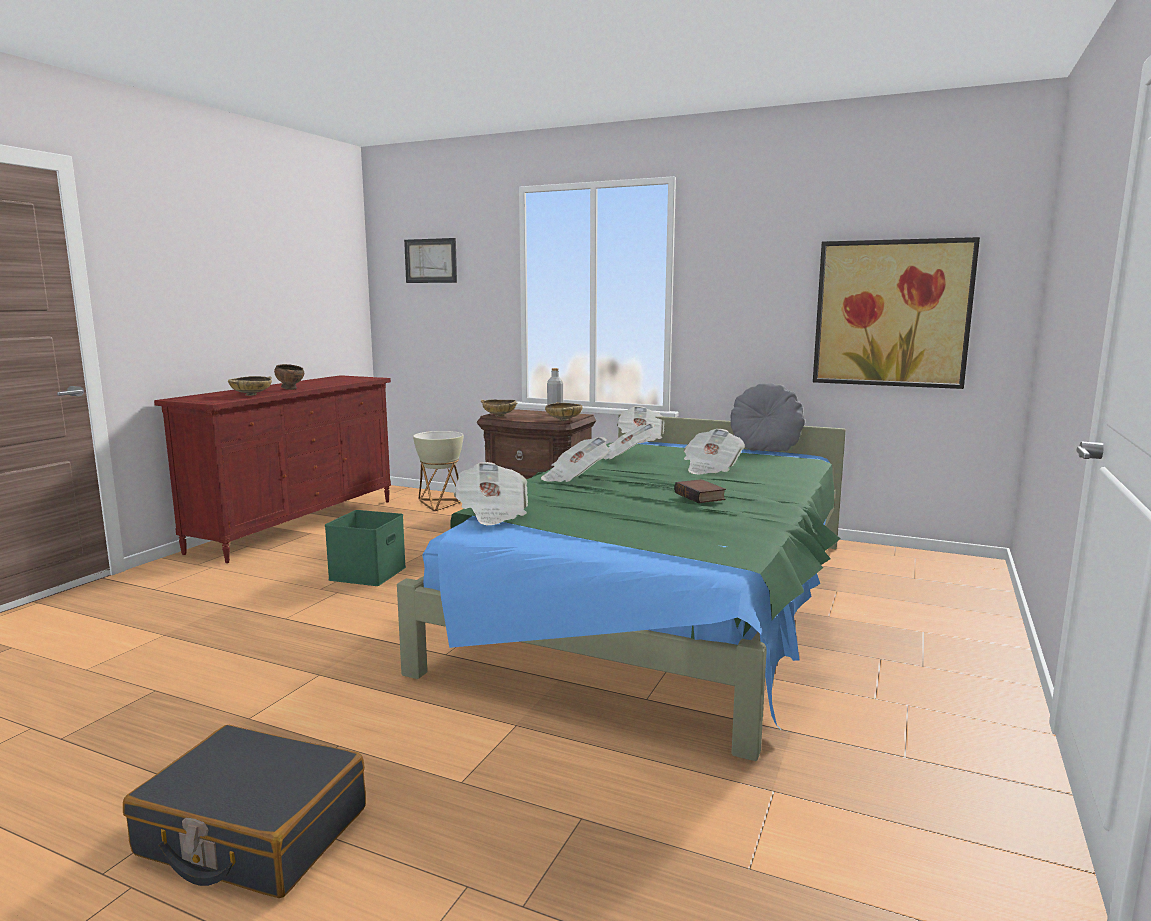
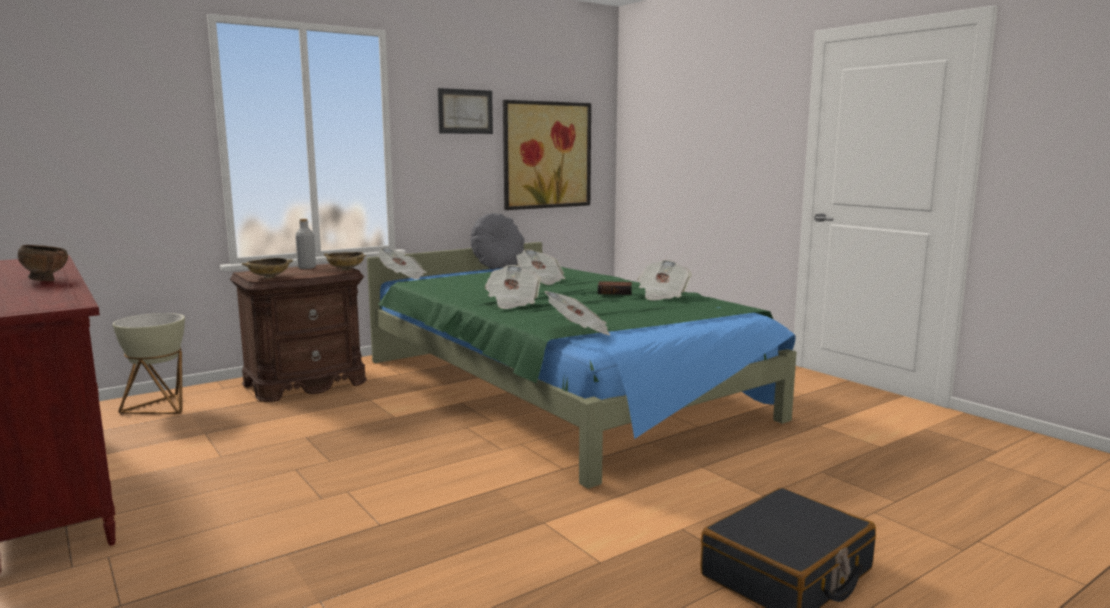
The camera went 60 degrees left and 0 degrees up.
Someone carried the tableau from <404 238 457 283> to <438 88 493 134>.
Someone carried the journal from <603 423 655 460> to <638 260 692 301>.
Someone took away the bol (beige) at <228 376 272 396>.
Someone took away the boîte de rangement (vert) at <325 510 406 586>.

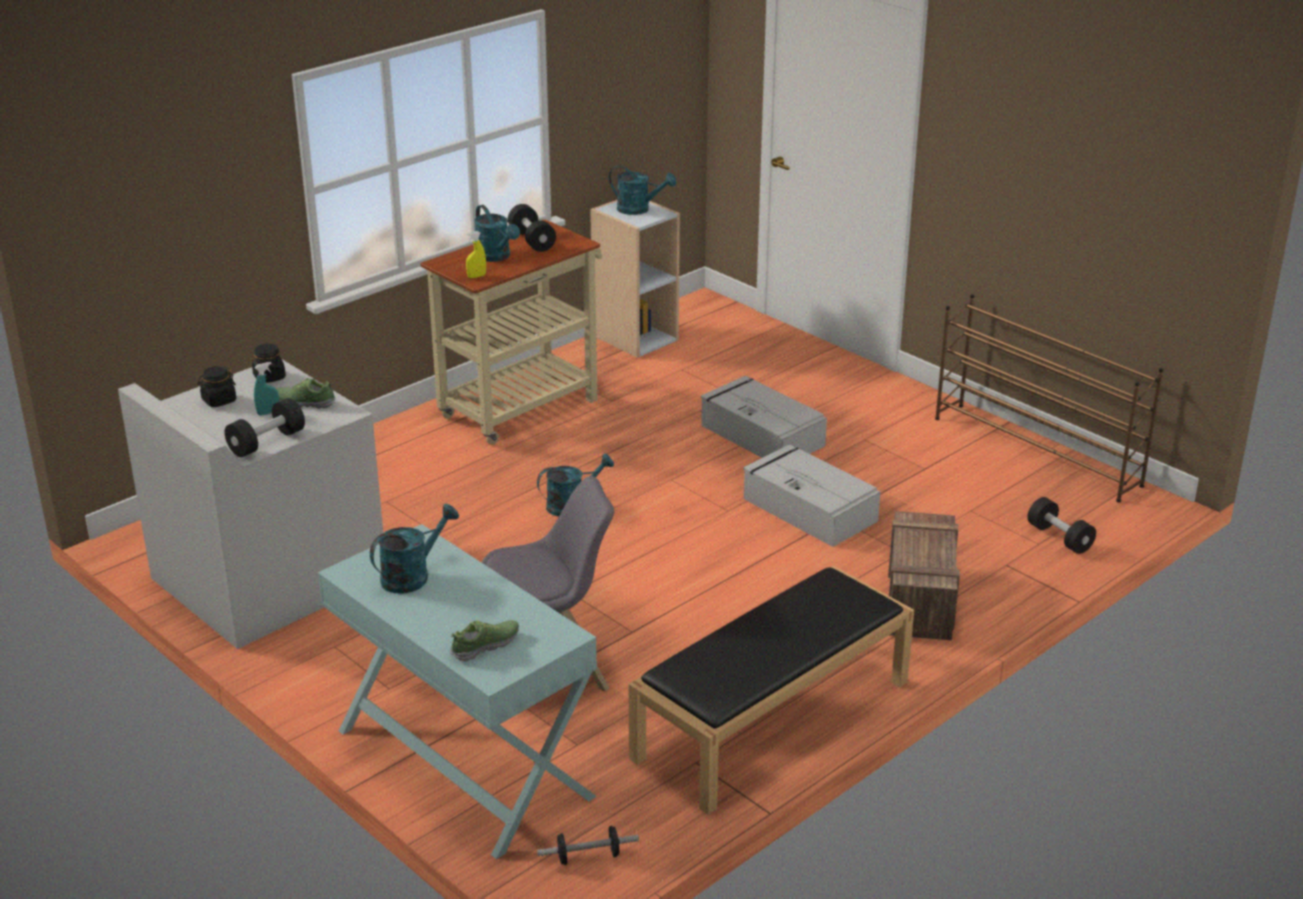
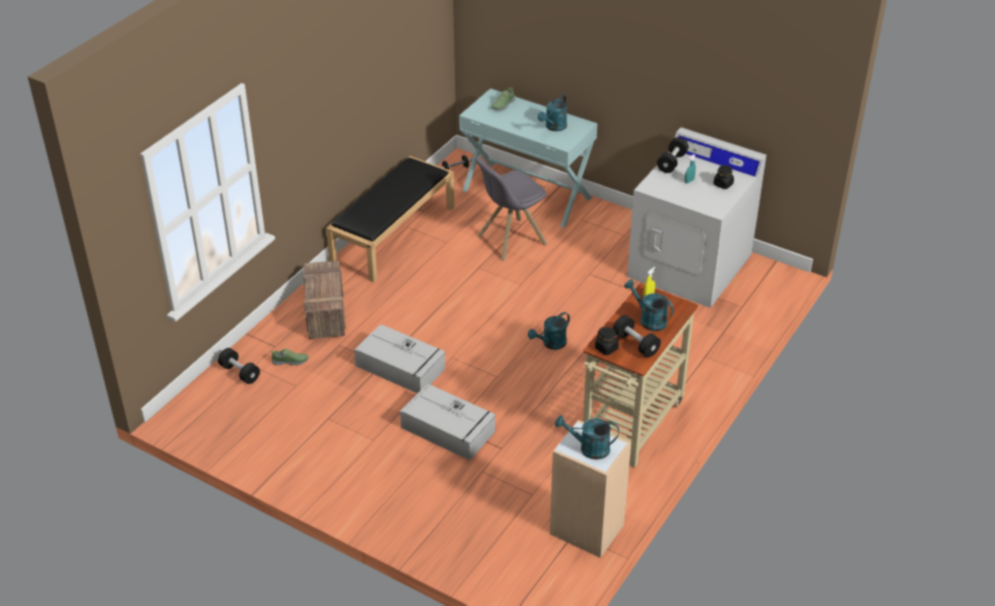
The camera went 165 degrees right and 10 degrees up.
Someone carried the chaussure from <276 378 336 409> to <271 349 309 365>.
Someone carried the bocal (noir) from <252 343 286 383> to <595 327 619 355>.
Someone took away the étagère à chaussures (marron) at <935 294 1163 503>.

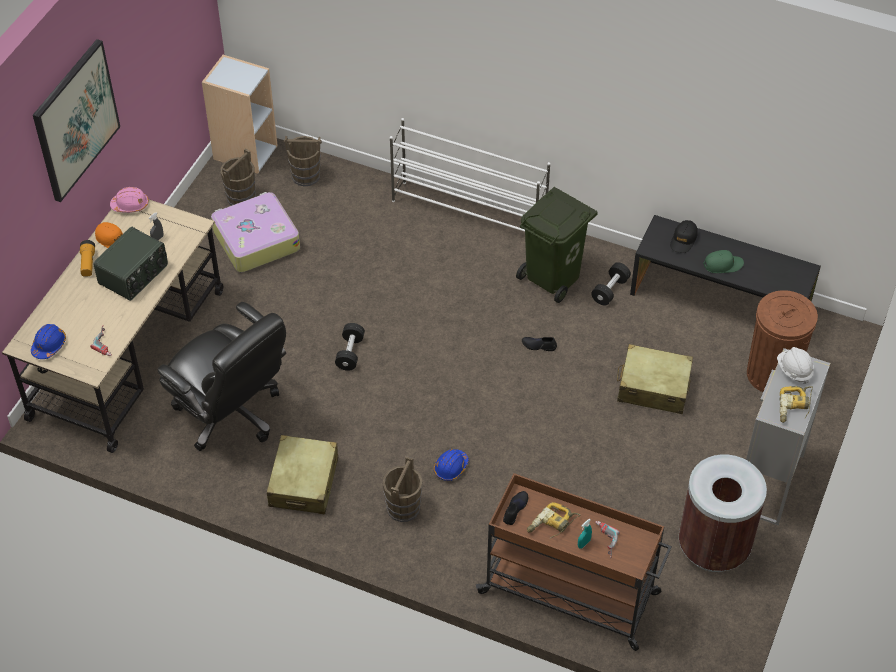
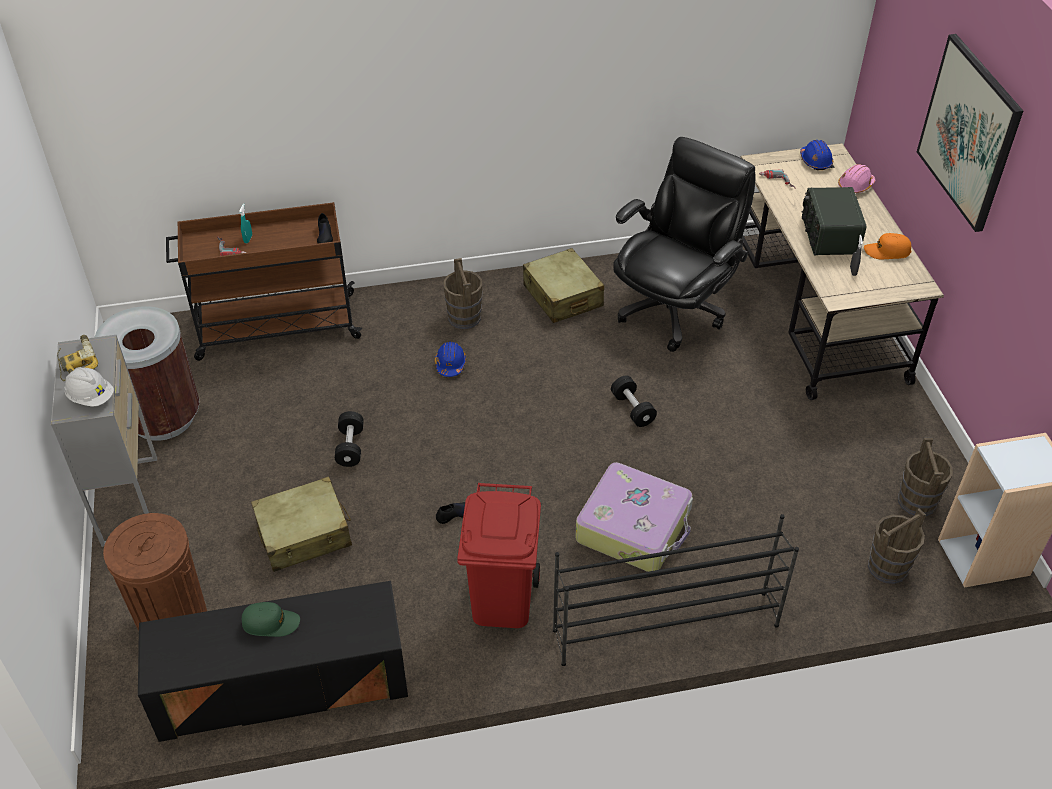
The camera went 145 degrees right and 5 degrees down.
Someone rotated the casquette (vert) at <703 250 744 273> by 135 degrees counterclockwise.
Someone carried the haltère (noir) from <591 262 631 306> to <335 411 364 467>.
Someone repainted the poubelle (vert) at <516 187 598 303>, which became the poubelle (rouge) at <457 483 541 628>.
Someone repainted the étagère à chaussures (blanc) at <390 118 550 232>, which became the étagère à chaussures (noir) at <553 514 799 666>.
Someone carried the valise from <211 192 300 272> to <575 462 693 572>.
Someone rotated the chaise de bureau (noir) at <157 302 286 451> by 120 degrees clockwise.
Someone carried the casque de chantier (rose) from <110 187 149 213> to <838 164 875 193>.
Someone took away the lampe de poche at <80 240 95 277>.
Someone took away the perceuse at <527 502 581 539>.
Someone took away the casquette (noir) at <670 220 698 253>.

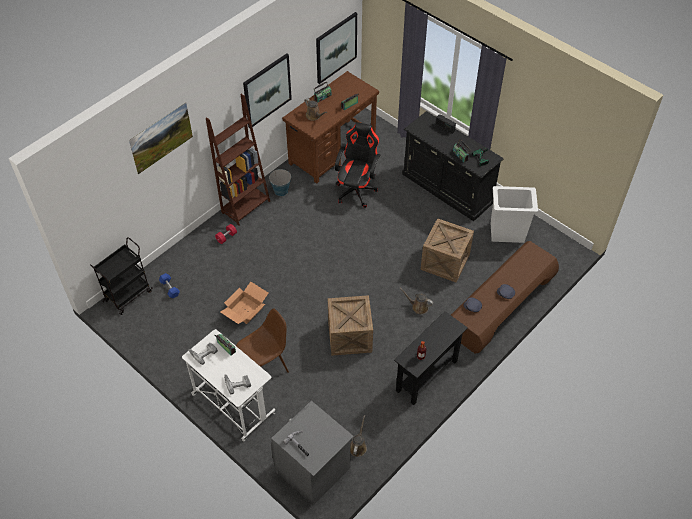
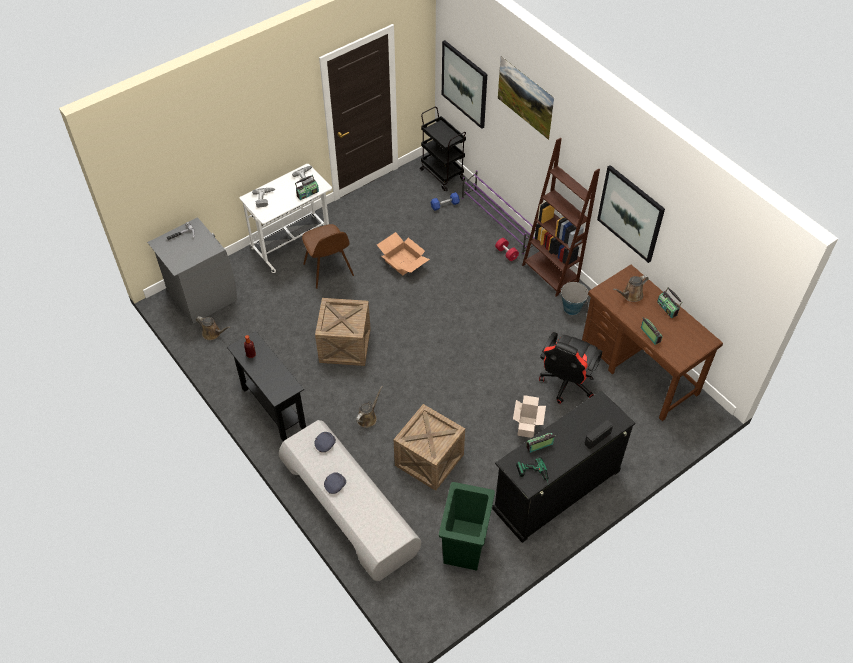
The camera went 100 degrees right and 0 degrees up.
Someone repainted the banc (marron) at <451 241 559 353>, which became the banc (gris) at <279 420 421 581>.
Someone repainted the poubelle (blanc) at <491 186 538 243>, which became the poubelle (vert) at <439 482 495 571>.
Someone carried the tableau from <316 12 357 84> to <442 40 487 129>.
Someone put down the étagère à chaussures (violet) at <462 170 536 254>.
Someone put down the carton at <513 395 546 438>.
Someone rotated the chaise de bureau (noir) at <335 122 381 208> by 90 degrees clockwise.

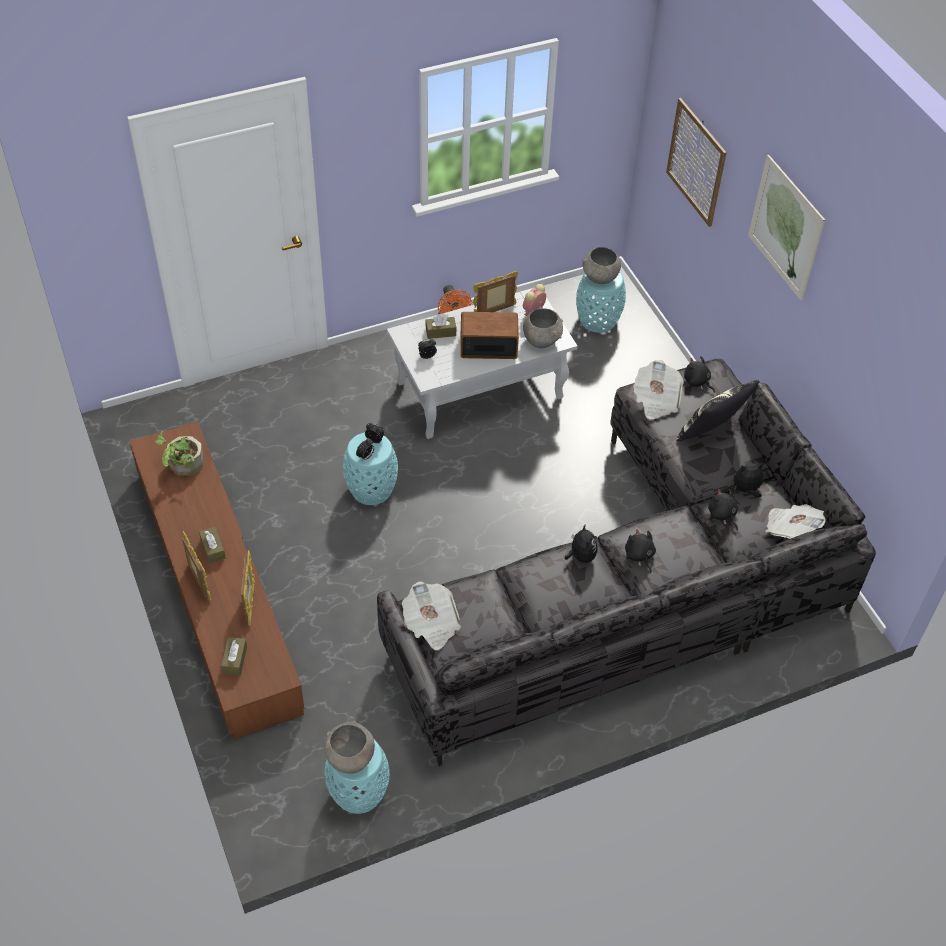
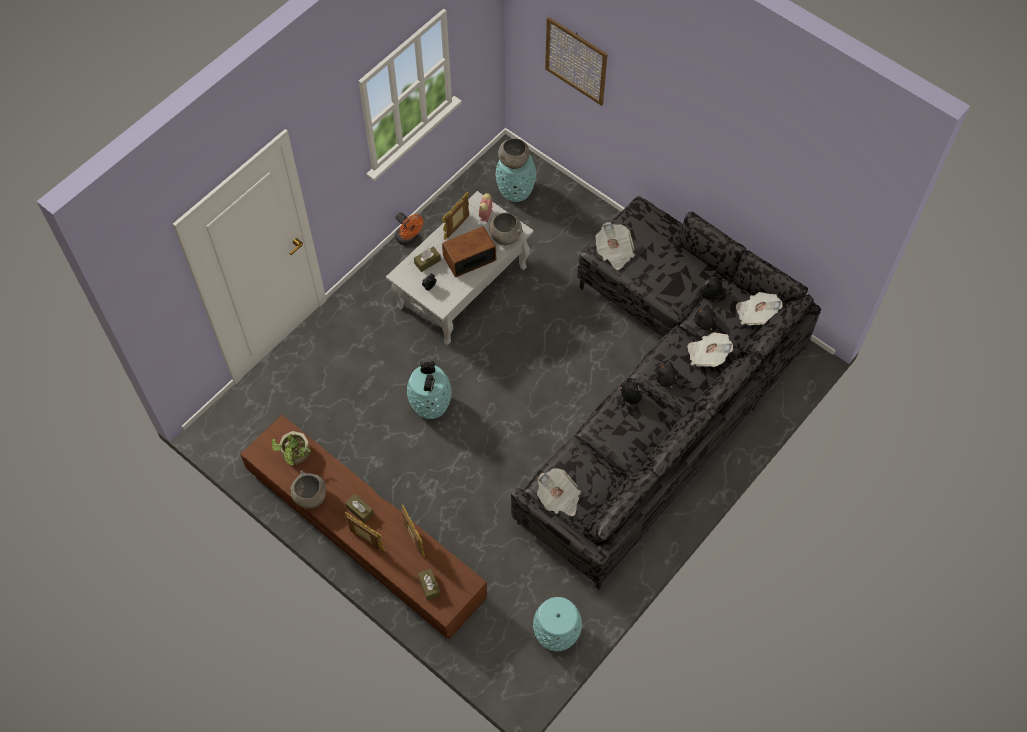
The camera went 25 degrees left and 10 degrees up.
Someone carried the bol (gris) from <324 716 375 774> to <290 470 326 509>.
Someone put down the journal at <687 332 733 367>.
Someone took away the coussin at <676 380 760 442>.
Someone took away the peluche (noir) at <684 357 715 393>.
Someone took away the tableau at <748 155 825 301>.

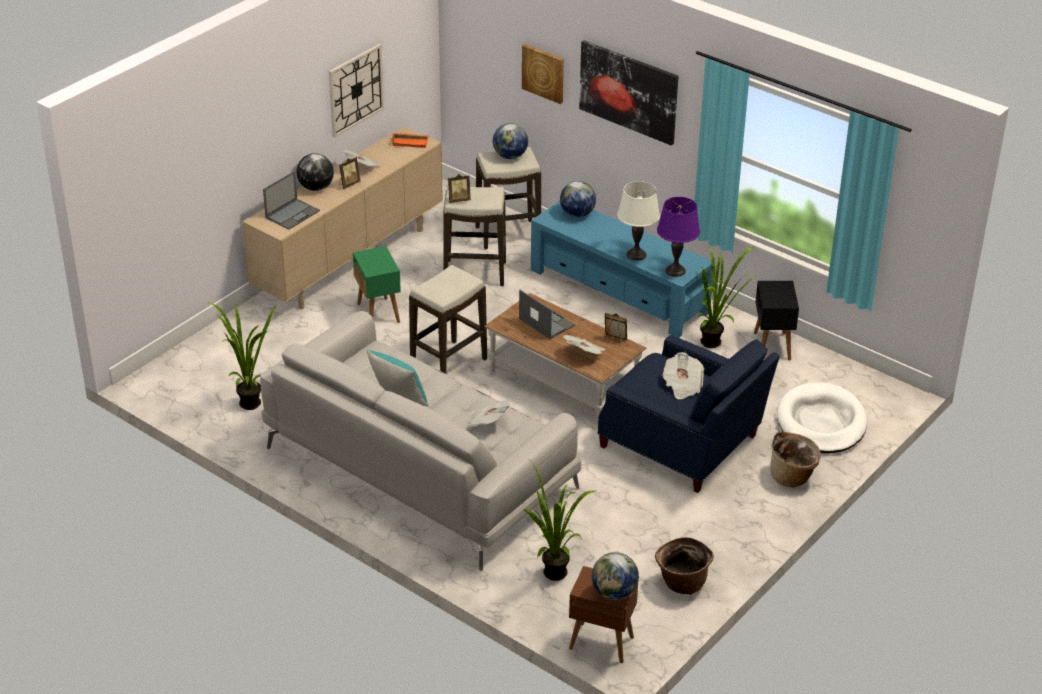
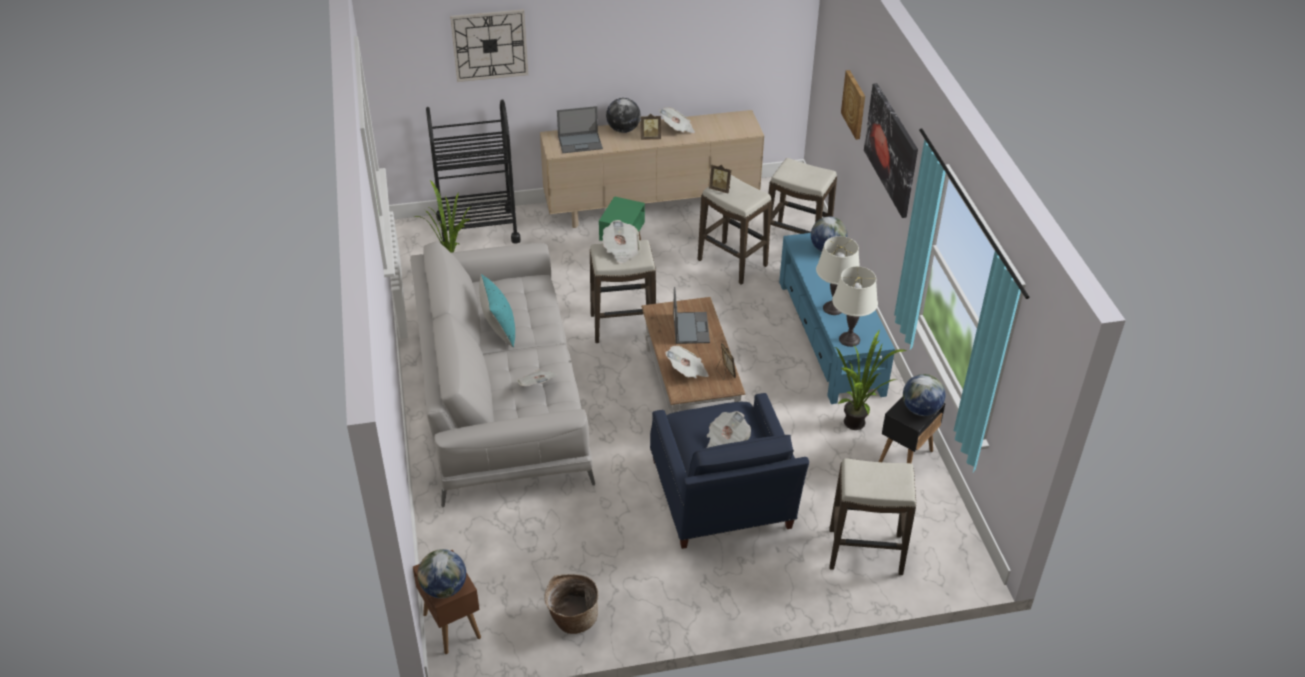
The camera went 40 degrees right and 5 degrees up.
Someone put down the chariot (noir) at <426 99 521 244>.
Someone carried the horloge murale from <329 44 384 137> to <450 9 528 82>.
Someone put down the journal at <602 220 640 264>.
Someone swapped the panier pour chien (blanc) at <777 383 867 453> for the tabouret at <830 458 916 575>.
Someone repainted the lampe de table (violet) at <657 197 700 277>, which became the lampe de table (blanc) at <832 266 878 347>.
Someone carried the globe from <493 123 528 159> to <903 374 945 416>.
Someone took away the plateau (orange) at <391 133 429 148>.
Someone took away the plante en pot at <523 460 595 581>.
Someone took away the panier at <770 432 821 487>.

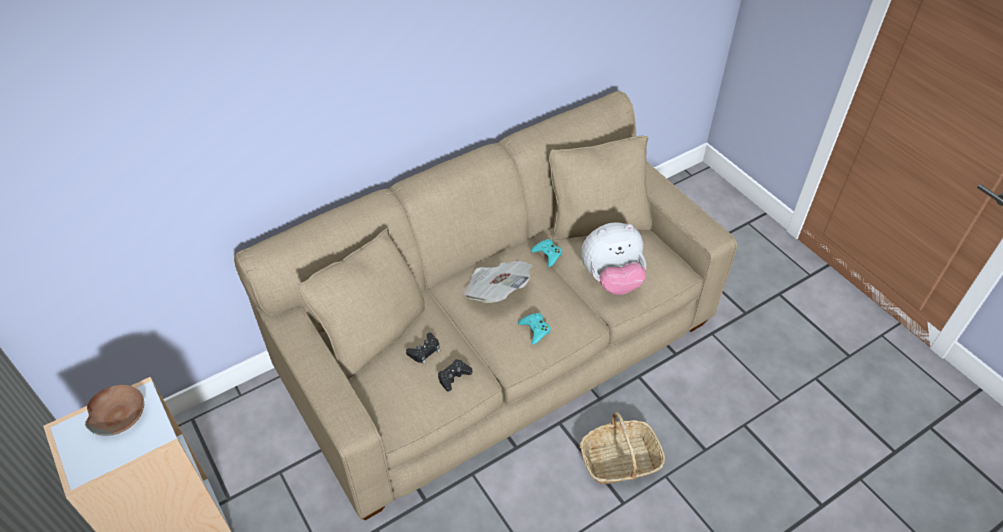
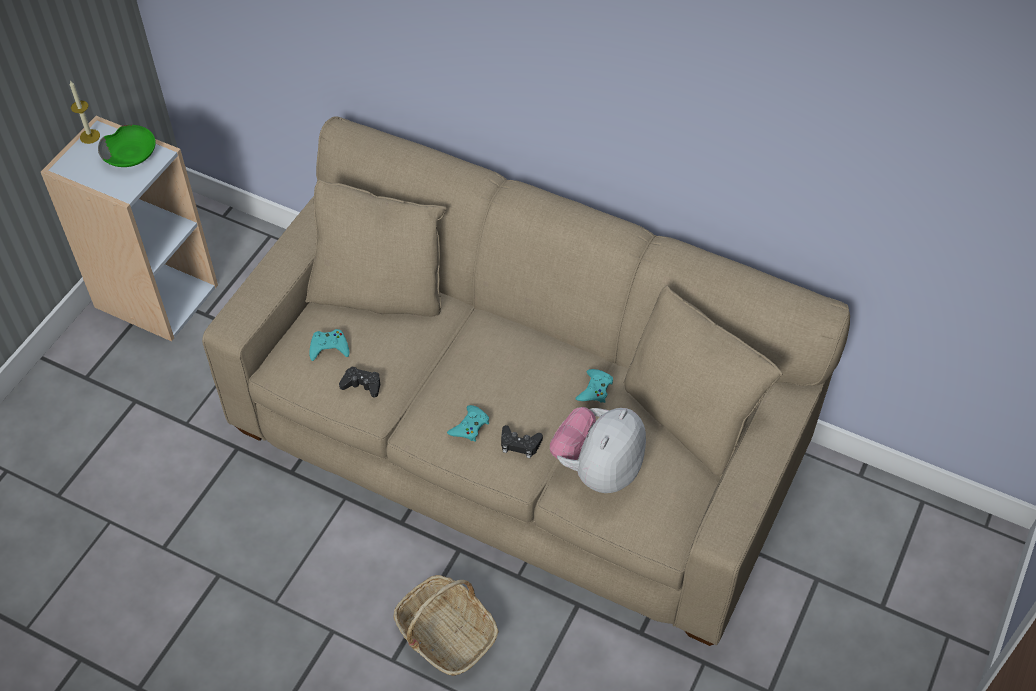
The camera went 60 degrees right and 5 degrees up.
Someone put down the bougie at <70 80 100 144>.
Someone repainted the bol (marron) at <85 385 144 436>, which became the bol (vert) at <98 125 156 167>.
Someone put down the manette (turquoise) at <309 329 349 361>.
Someone carried the manette (noir) from <406 333 440 364> to <501 425 543 458>.
Someone rotated the peluche at <581 222 646 295> by 75 degrees clockwise.
Someone took away the journal at <462 260 532 303>.

